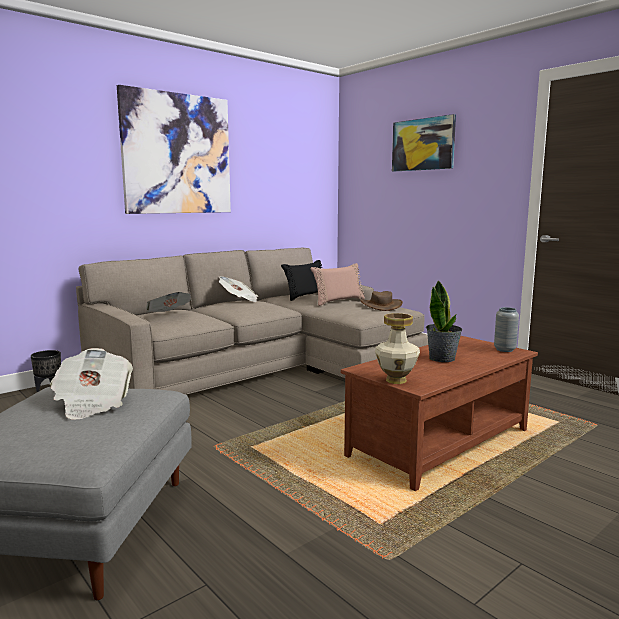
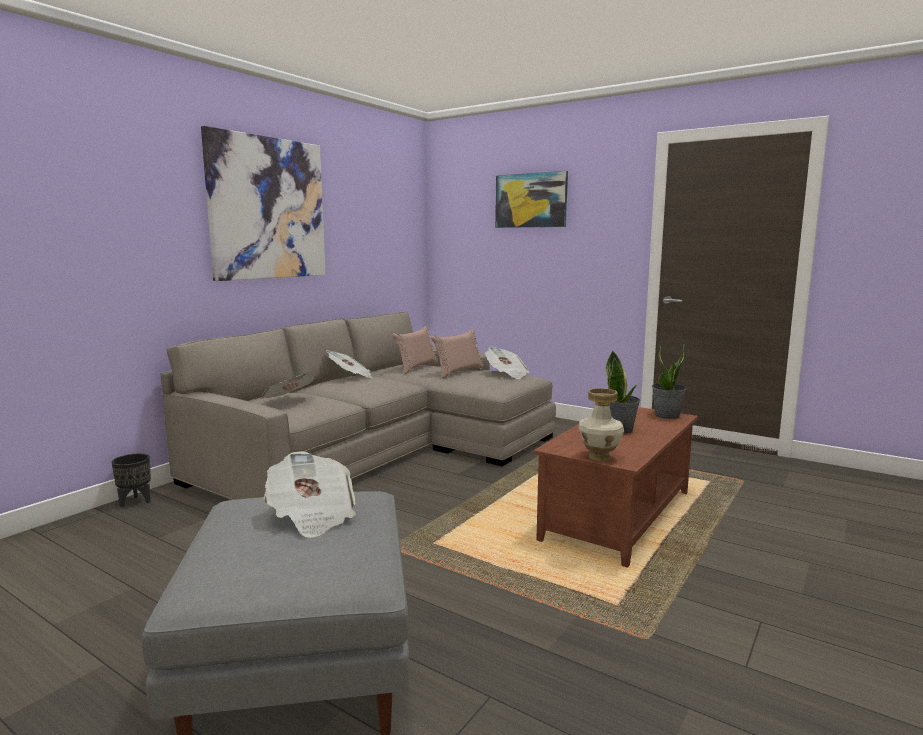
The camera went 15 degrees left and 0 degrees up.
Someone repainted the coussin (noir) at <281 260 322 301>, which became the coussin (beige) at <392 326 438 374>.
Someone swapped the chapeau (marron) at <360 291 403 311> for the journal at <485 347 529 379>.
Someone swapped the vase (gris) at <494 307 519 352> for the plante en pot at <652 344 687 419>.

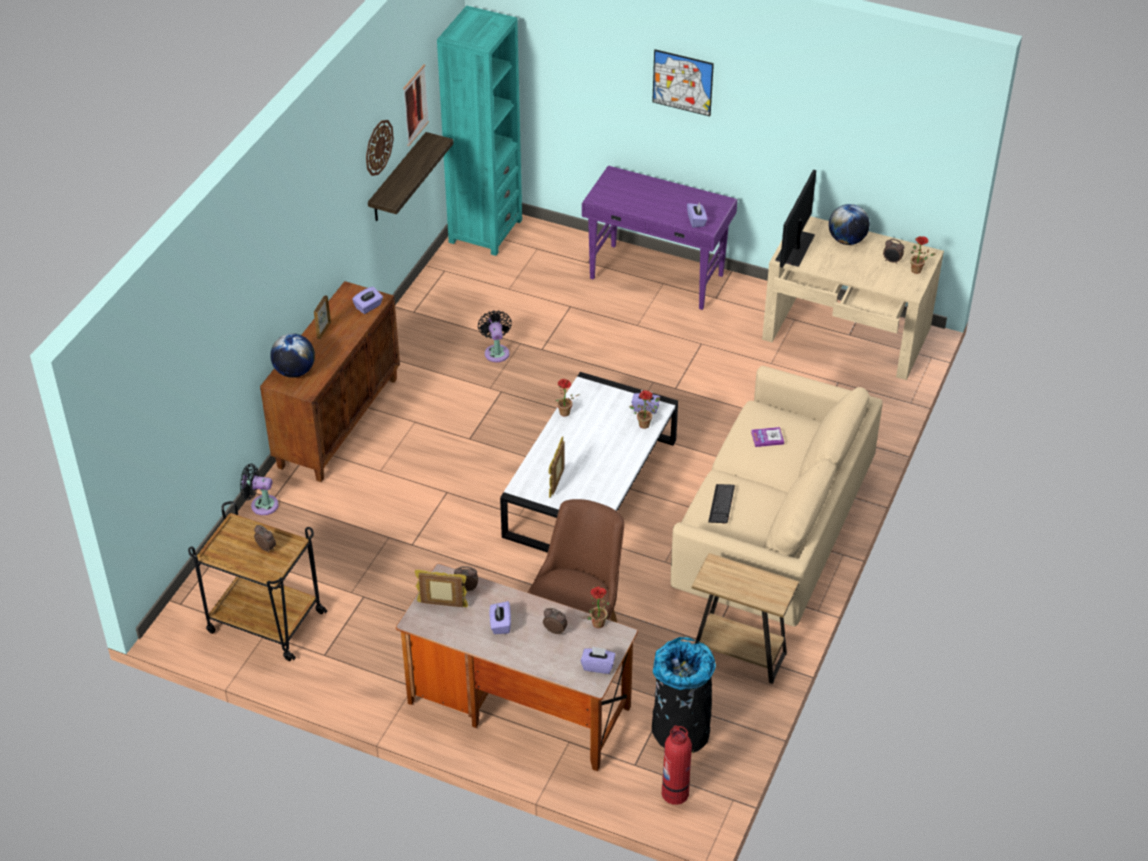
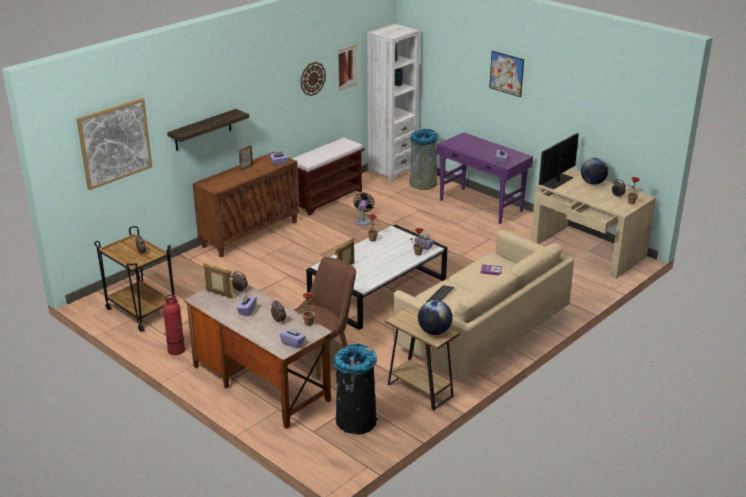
The camera went 20 degrees right and 15 degrees down.
Someone put up the tableau at <77 98 152 190>.
Someone carried the extincteur from <662 725 692 805> to <163 295 185 355>.
Someone carried the étagère from <368 132 454 221> to <167 109 249 151>.
Someone put down the banc (marron) at <292 137 365 216>.
Someone repainted the bibliothèque (turquoise) at <437 6 522 256>, which became the bibliothèque (blanc) at <367 24 420 182>.
Someone put down the poubelle (gris) at <409 129 439 190>.
Someone carried the globe from <270 333 315 378> to <418 300 453 335>.
Someone took away the ventilateur (noir) at <240 464 279 515>.

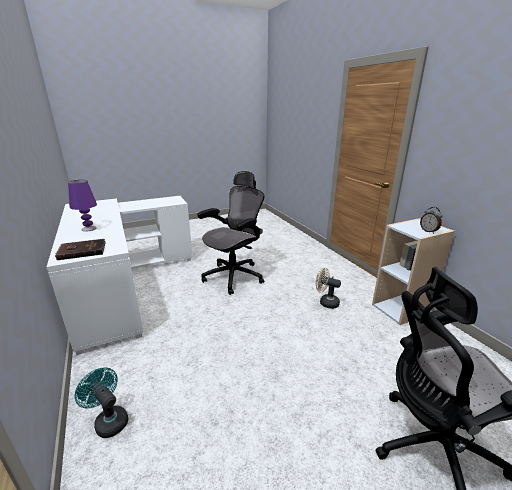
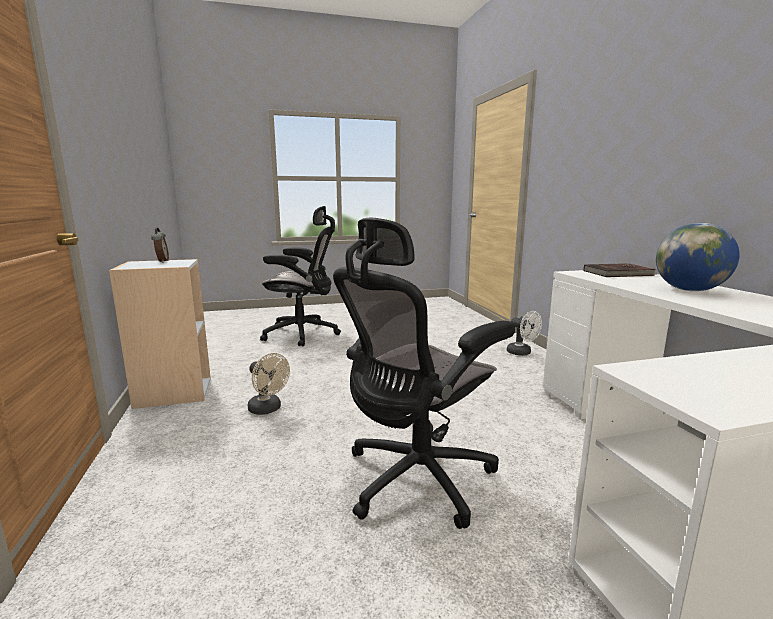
The camera went 170 degrees left and 10 degrees down.
Someone repainted the ventilateur (turquoise) at <74 367 128 438>, which became the ventilateur (blanc) at <507 311 542 356>.
Someone swapped the lampe de table (violet) at <68 180 97 232> for the globe at <656 223 740 291>.

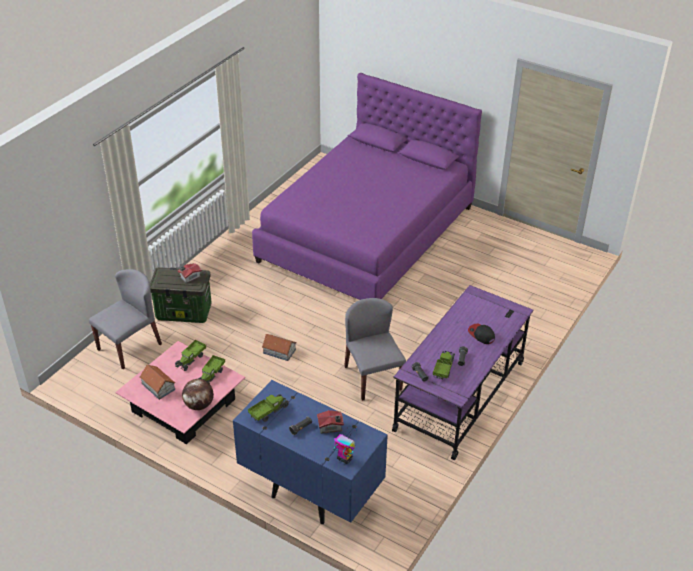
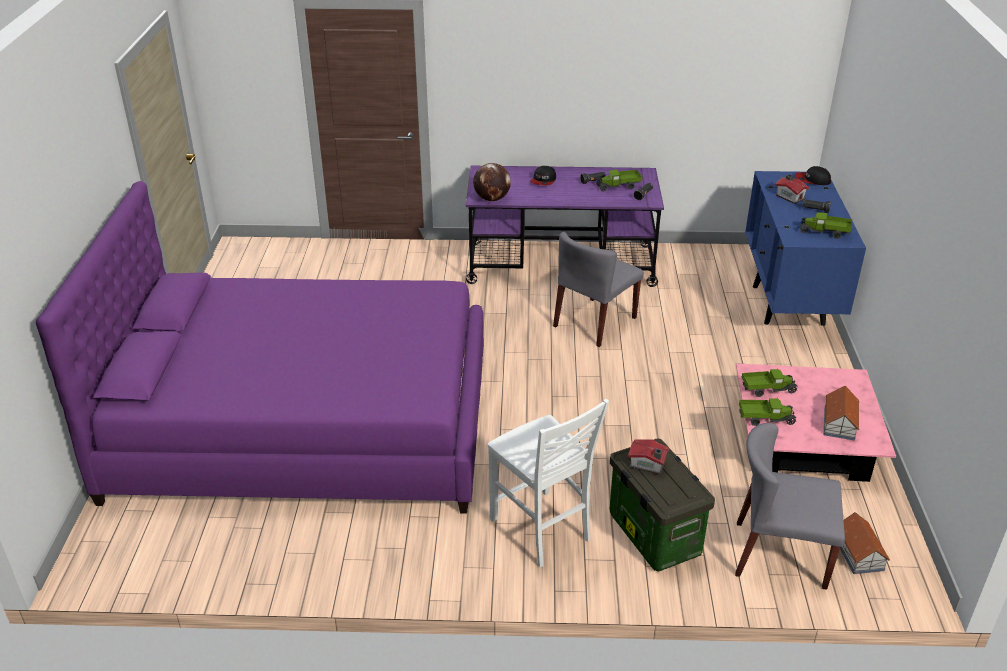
The camera went 120 degrees left and 5 degrees down.
Someone carried the globe from <182 379 214 410> to <473 163 511 201>.
Someone put down the chaise (blanc) at <488 399 609 567>.
Someone swapped the robot jouet at <333 425 357 464> for the casquette at <795 166 831 185>.
Someone carried the maison miniature from <262 334 297 361> to <840 512 890 574>.

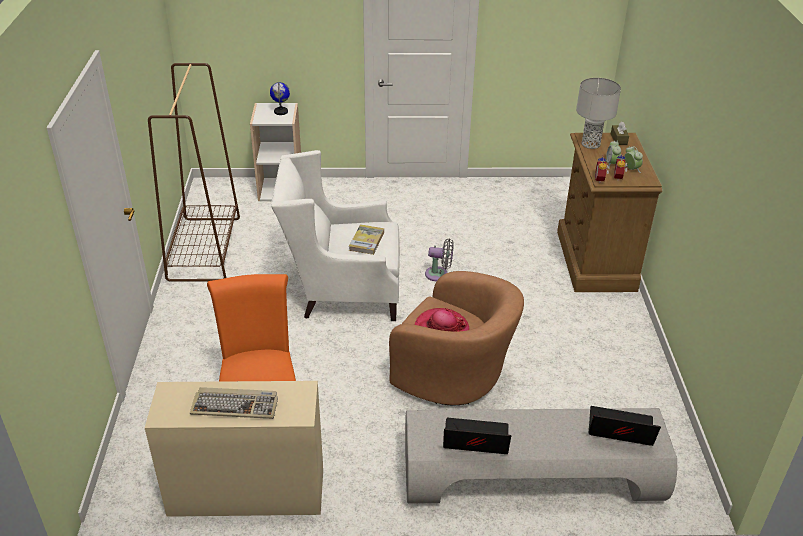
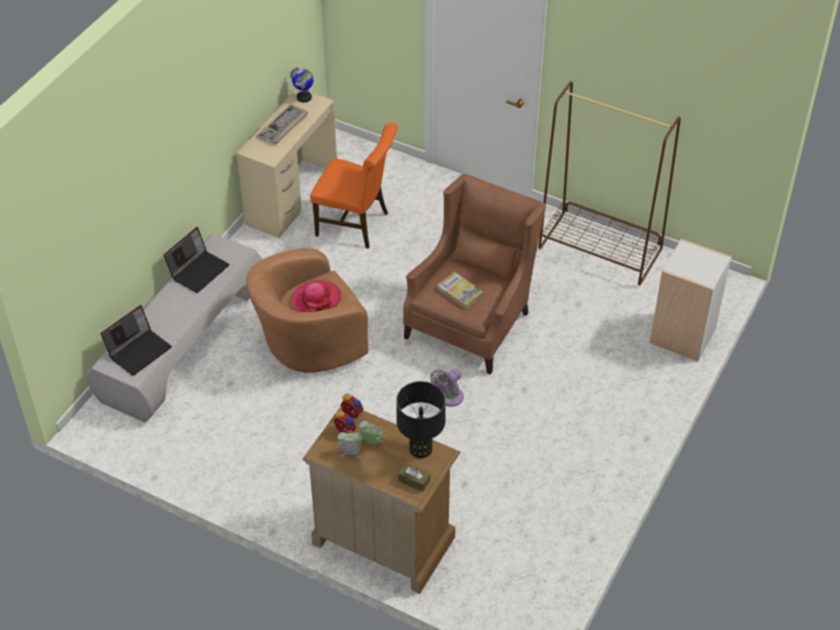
The camera went 120 degrees right and 10 degrees up.
Someone carried the globe from <270 82 290 115> to <291 67 313 103>.
Someone repainted the lampe de table (blanc) at <576 78 621 149>, which became the lampe de table (noir) at <396 381 446 458>.
Someone repainted the fauteuil (blanc) at <271 150 400 321>, which became the fauteuil (marron) at <403 174 546 374>.

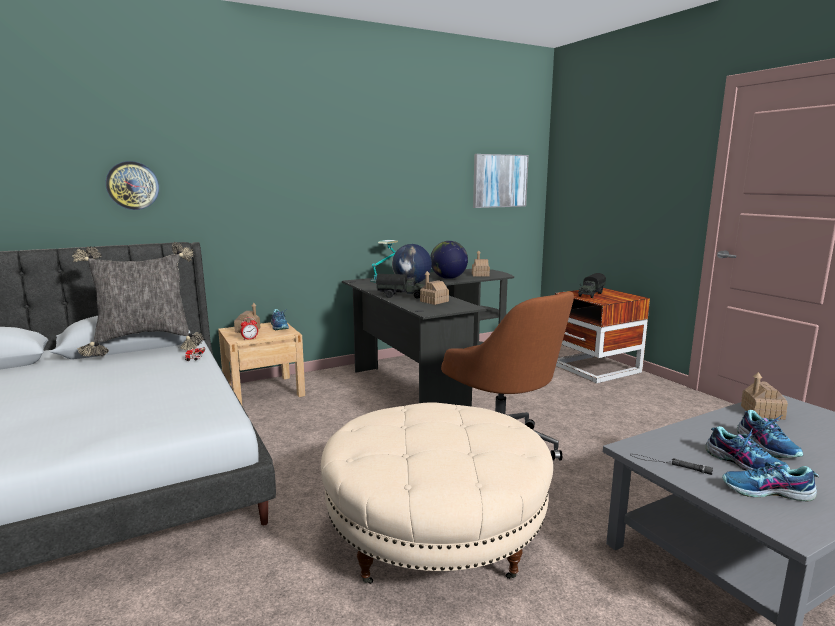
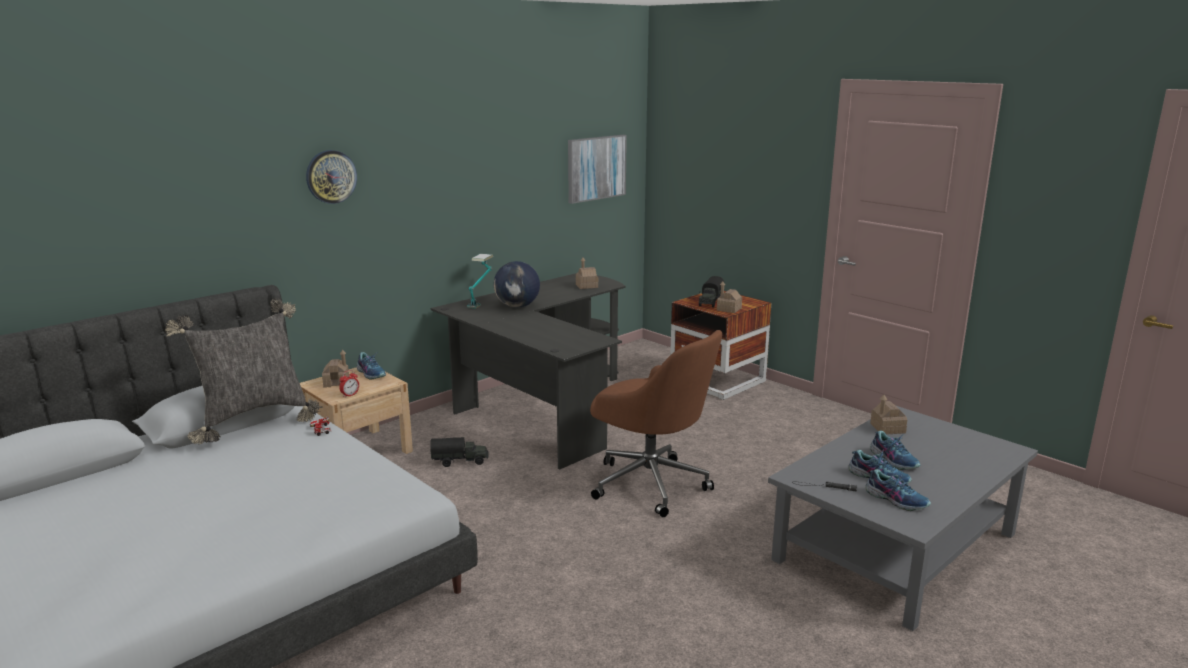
The camera went 15 degrees left and 5 degrees up.
Someone carried the horloge murale from <106 161 159 210> to <306 150 357 204>.
Someone carried the camion jouet from <376 274 424 299> to <430 437 489 467>.
Someone carried the maison miniature from <420 271 449 305> to <717 282 742 313>.
Someone rotated the chaussure at <722 462 819 501> by 135 degrees counterclockwise.
Someone took away the pouf (beige) at <321 402 553 584>.
Someone took away the globe at <430 241 468 279>.

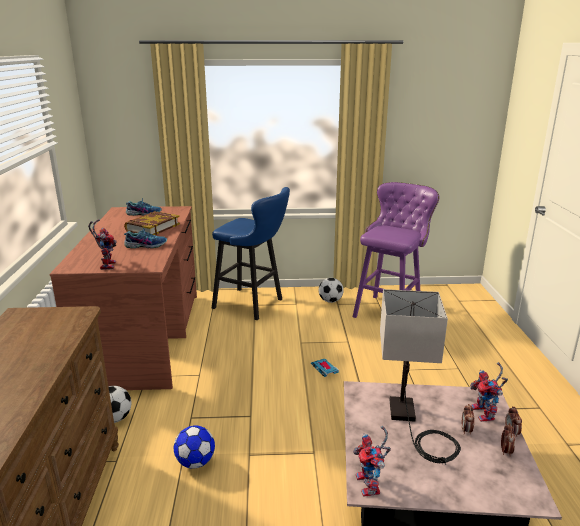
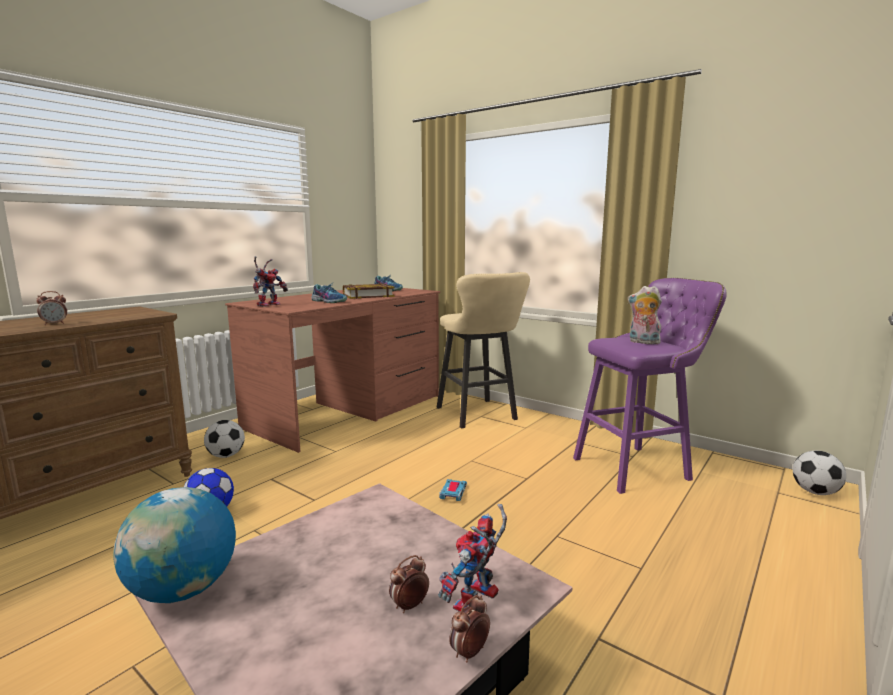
The camera went 40 degrees right and 10 degrees down.
Someone carried the réveil from <501 423 515 457> to <36 291 67 325>.
Someone swapped the robot jouet at <353 426 391 497> for the globe at <113 487 236 603>.
Someone repainted the tabouret (bleu) at <212 187 290 320>, which became the tabouret (beige) at <436 272 530 429>.
Someone put down the peluche at <628 286 662 344>.
Someone carried the ballon de foot from <319 278 344 303> to <793 451 846 495>.
Someone took away the lampe de table at <380 289 461 465>.

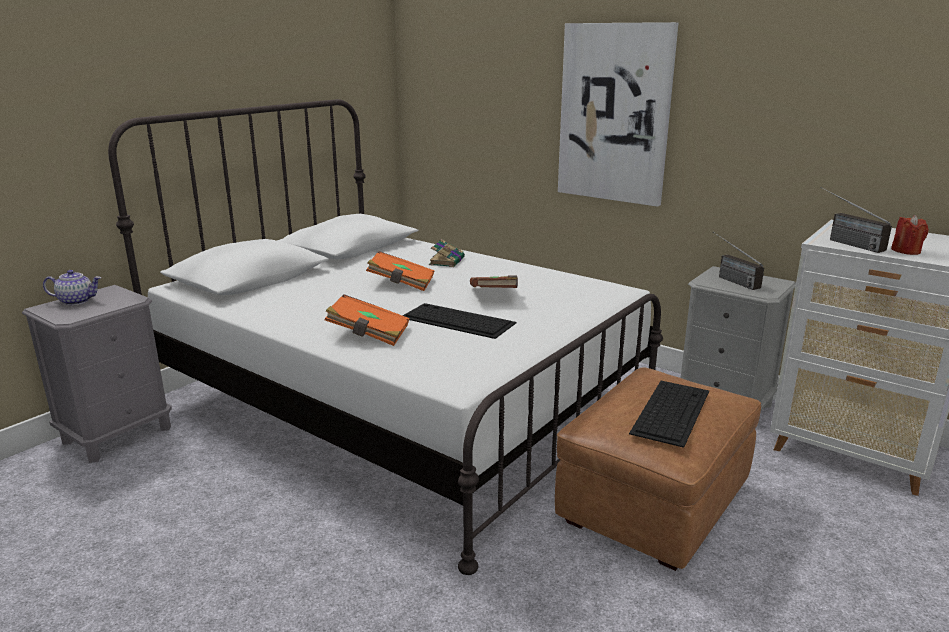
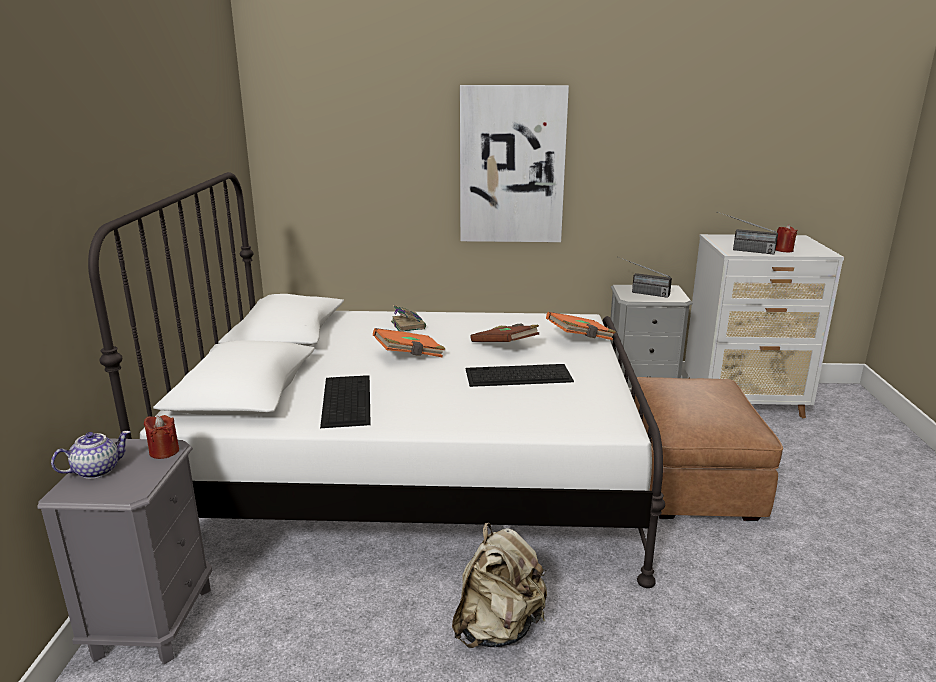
The camera went 35 degrees left and 0 degrees up.
Someone put down the bougie (rouge) at <144 415 179 459>.
Someone carried the clavier from <629 381 709 448> to <320 375 371 428>.
Someone put down the sac à dos (beige) at <452 523 547 648>.
Someone carried the livre (orange) from <325 294 409 346> to <546 312 616 340>.

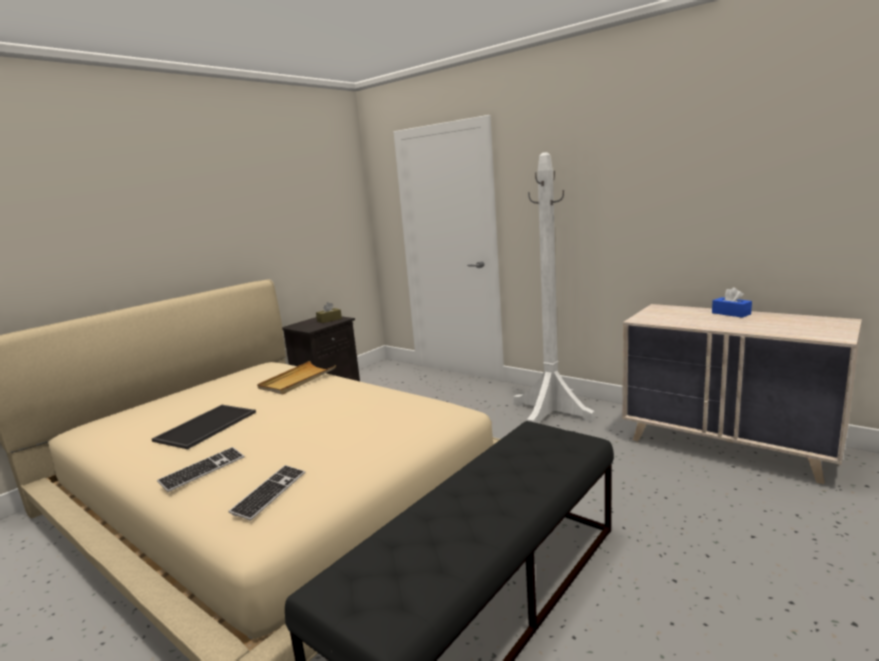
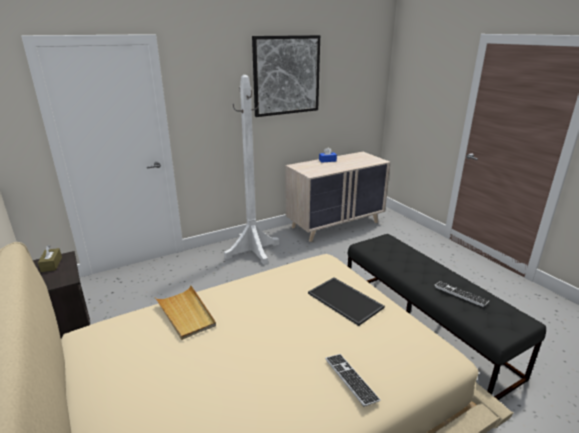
The camera went 70 degrees left and 10 degrees up.
Someone put up the tableau at <252 35 320 117>.
Someone carried the plateau from <152 405 256 449> to <308 277 385 326>.
Someone carried the clavier from <228 465 305 521> to <434 281 489 307>.

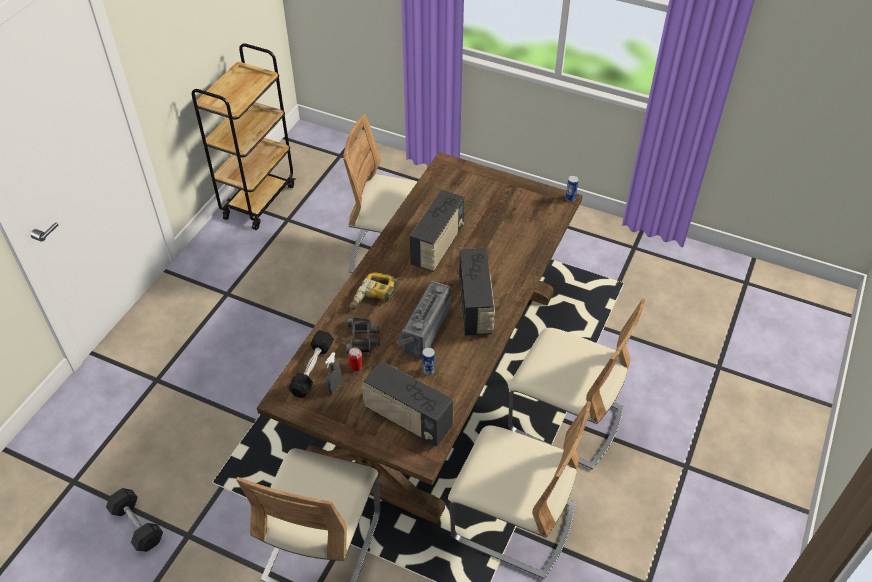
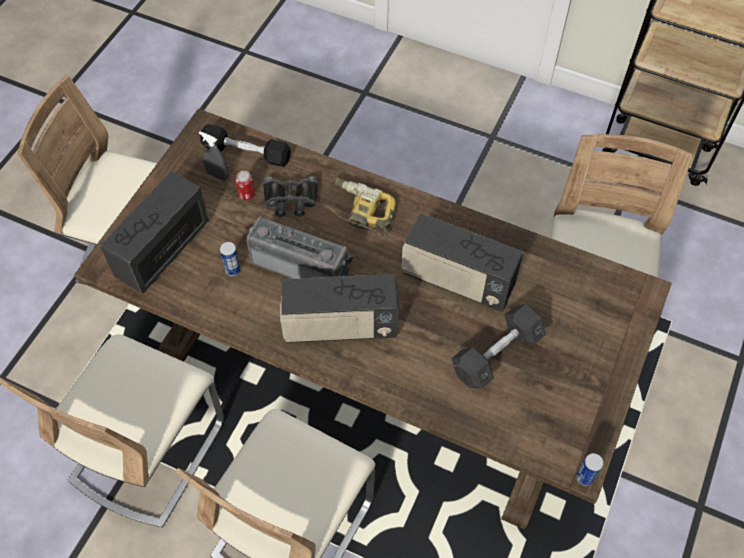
The camera went 90 degrees right and 10 degrees up.
Someone carried the haltère (gris) from <106 488 163 552> to <452 304 546 389>.

